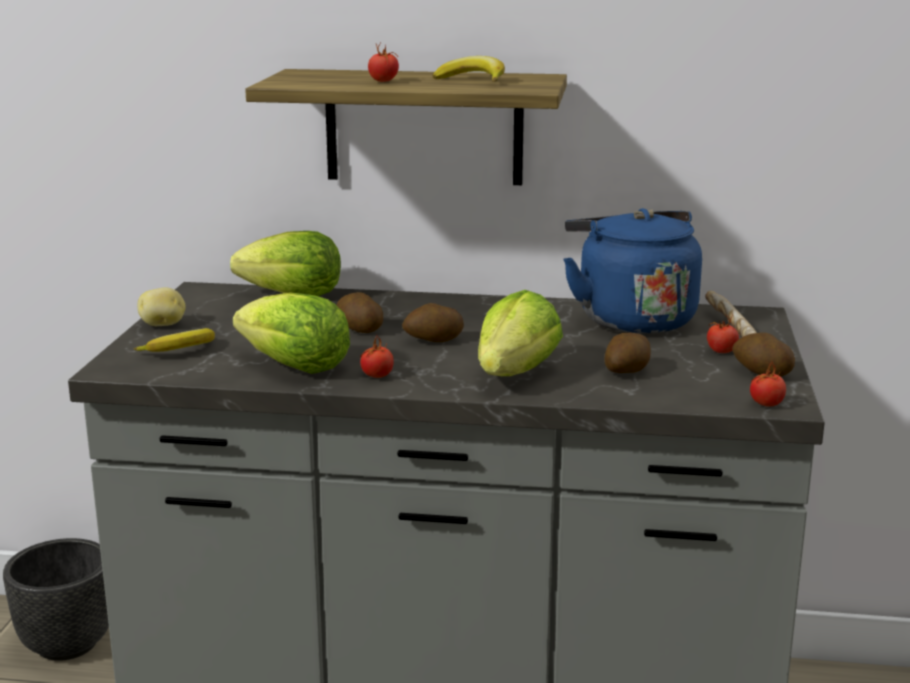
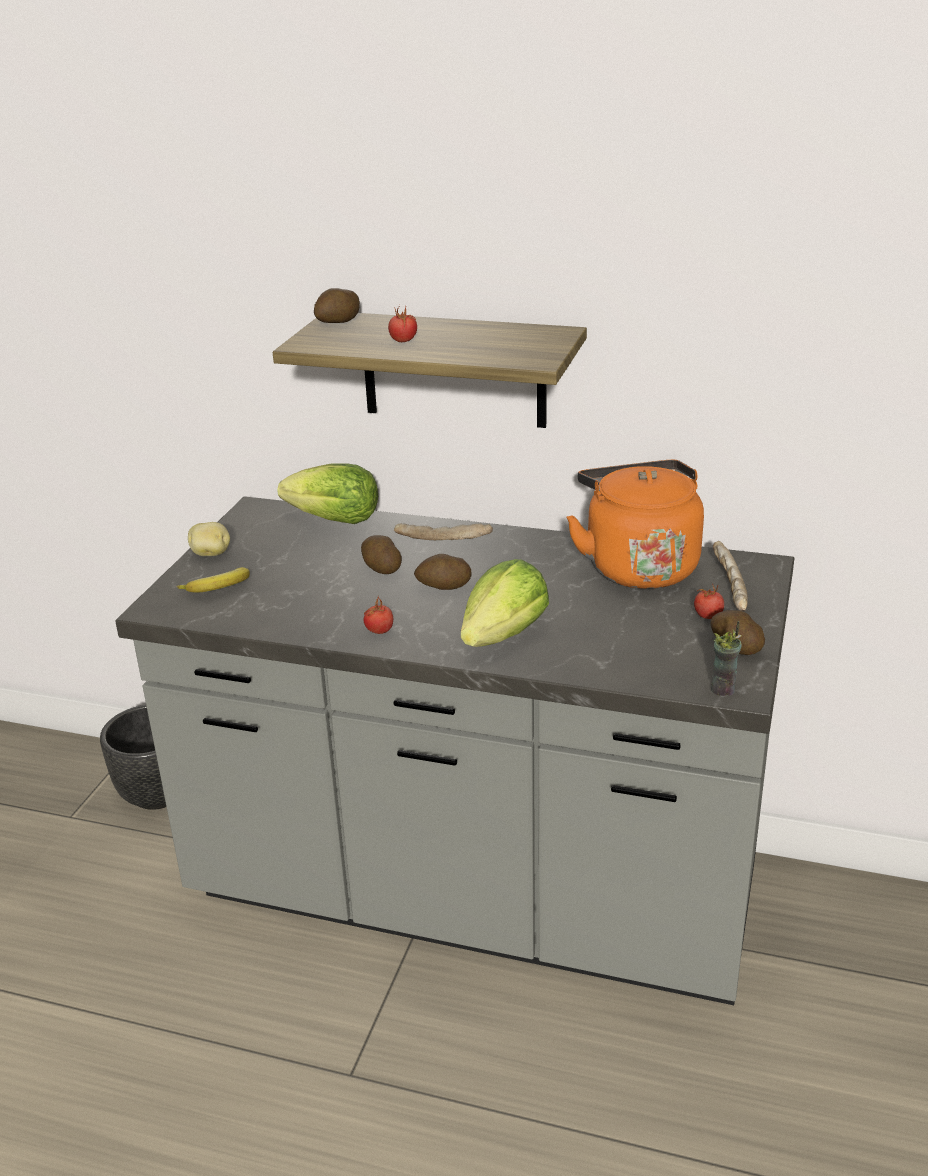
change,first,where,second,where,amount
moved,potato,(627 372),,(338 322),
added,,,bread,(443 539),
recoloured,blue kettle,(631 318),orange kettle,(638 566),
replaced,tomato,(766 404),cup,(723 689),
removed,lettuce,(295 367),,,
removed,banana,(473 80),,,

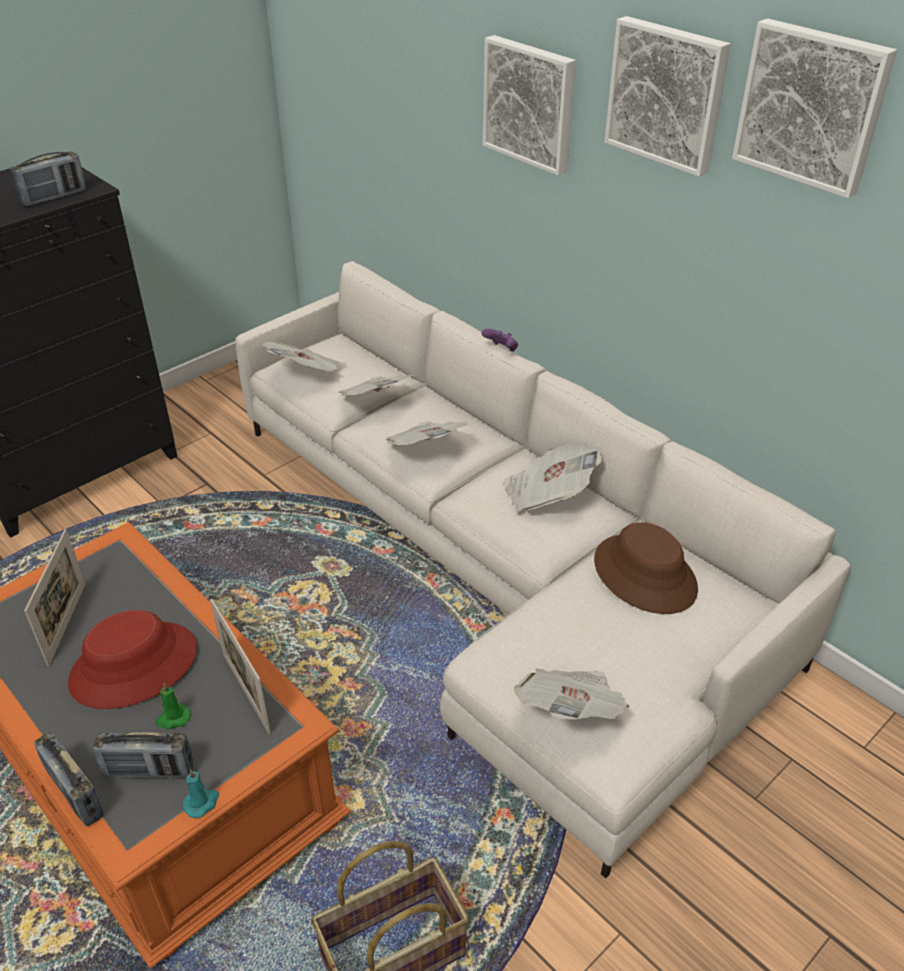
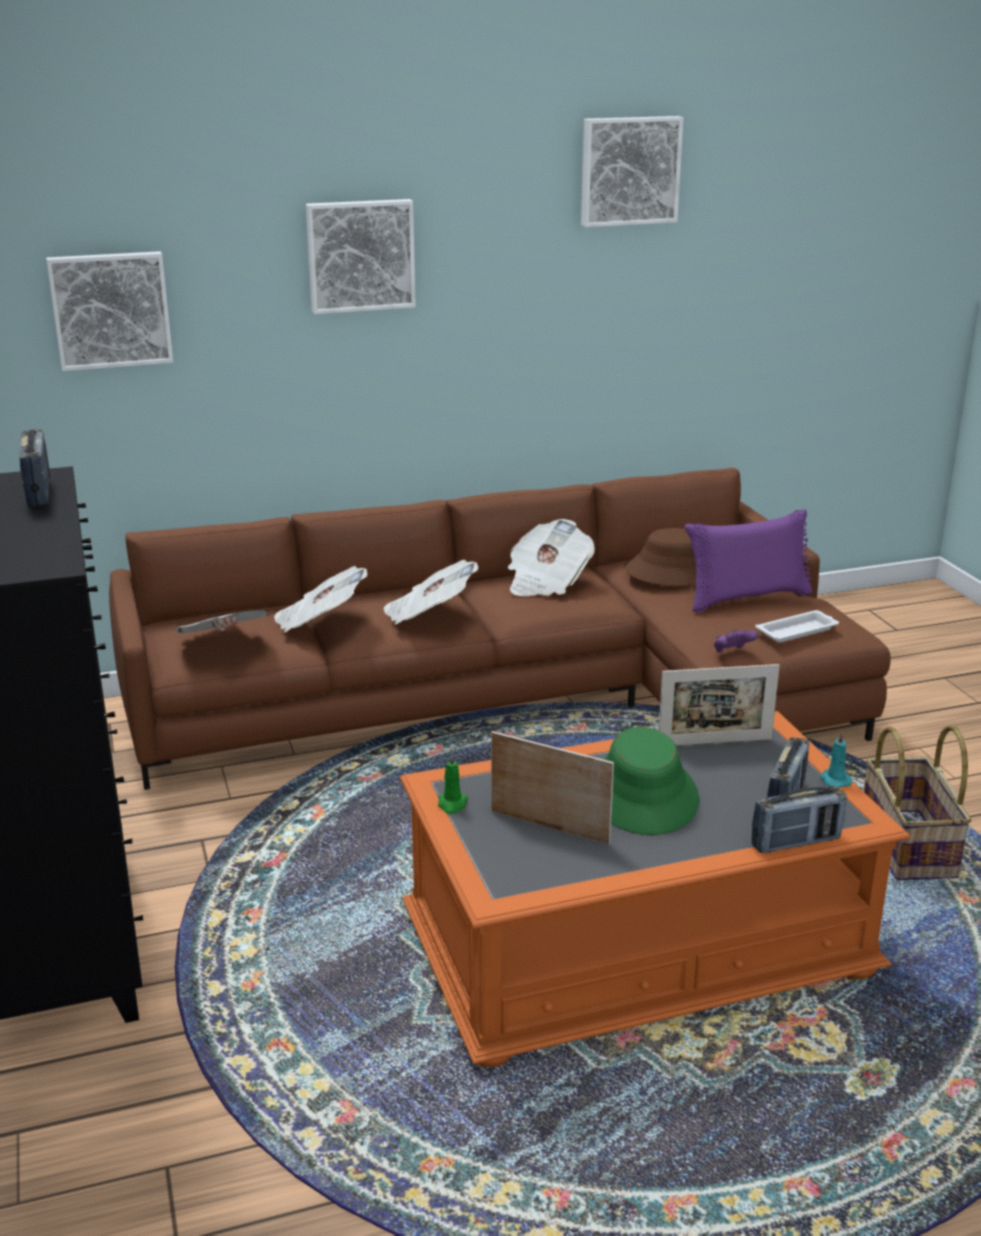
change,first,where,second,where,amount
moved,picture,(667 94),,(110 309),
recoloured,white sofa,(503 568),brown sofa,(514 697),
moved,green candle,(173 718),,(452 804),
recoloured,red hat,(134 666),green hat,(642 794),
added,,,purple pillow,(746 598),
moved,purple game controller,(501 350),,(732 652),
replaced,newspaper,(571 711),white tray,(798 631),

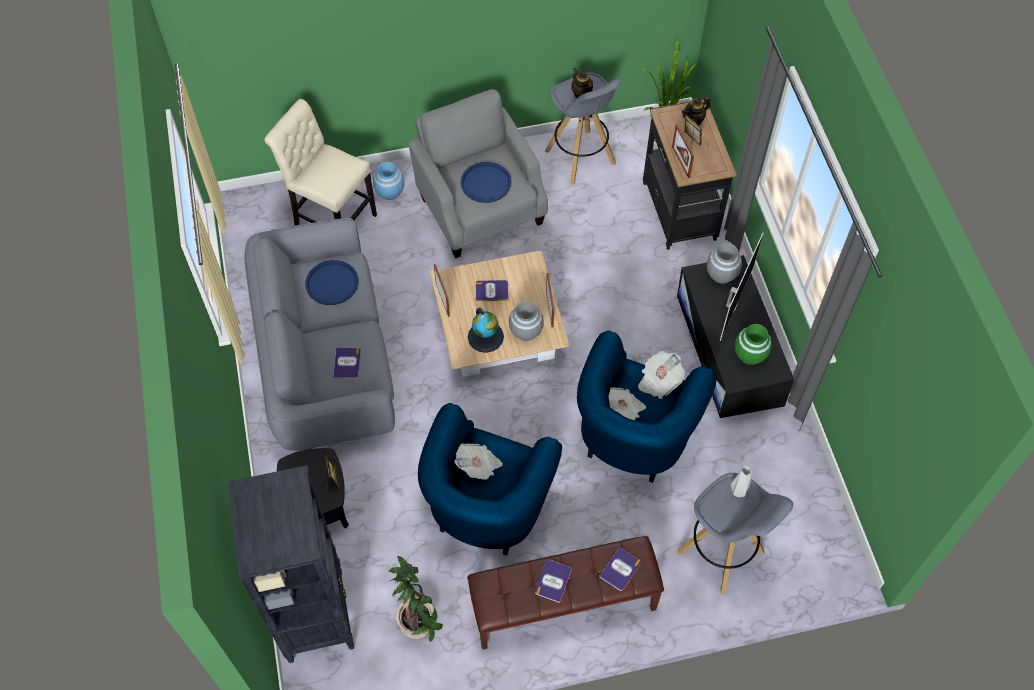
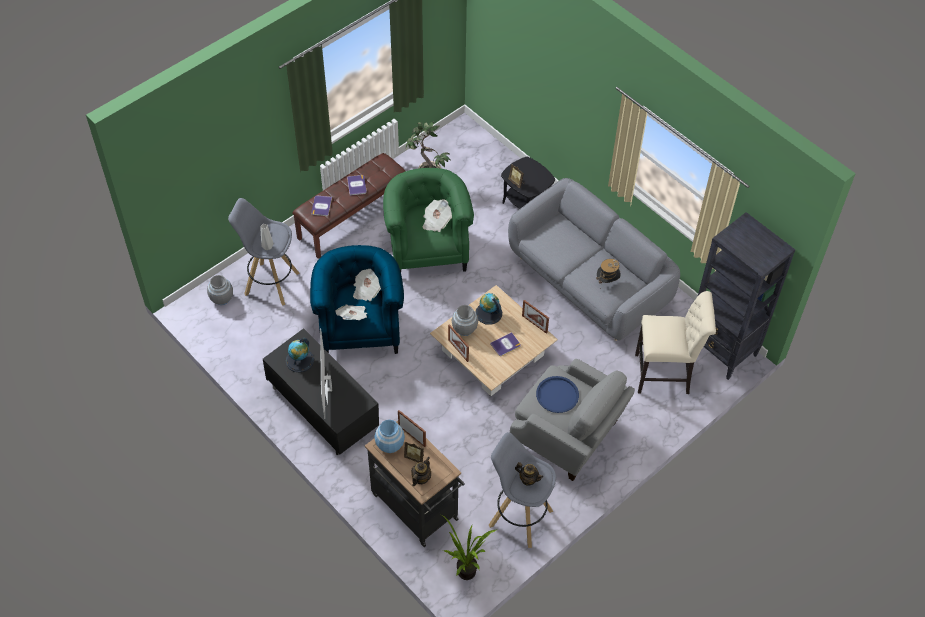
change,first,where,second,where,amount
moved,grey vase,(721 274),,(222 298),
replaced,green vase,(749 354),globe,(300 360),
moved,blue vase,(389 192),,(390 444),
recoloured,blue armchair,(488 506),green armchair,(427 247),
replaced,blue tray,(332 283),hat,(607 281),
moved,black bookcase,(316 615),,(721 350),
removed,book,(347 363),,,

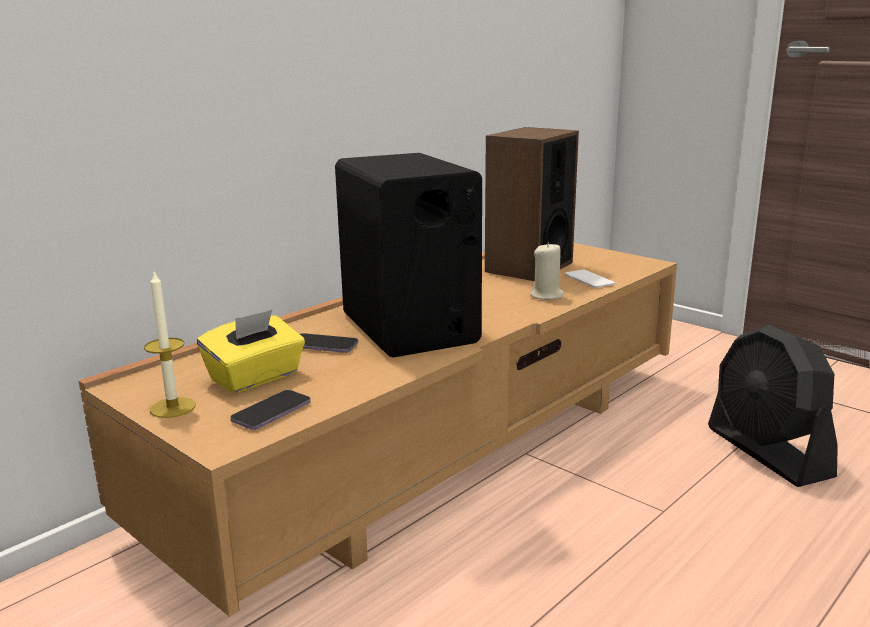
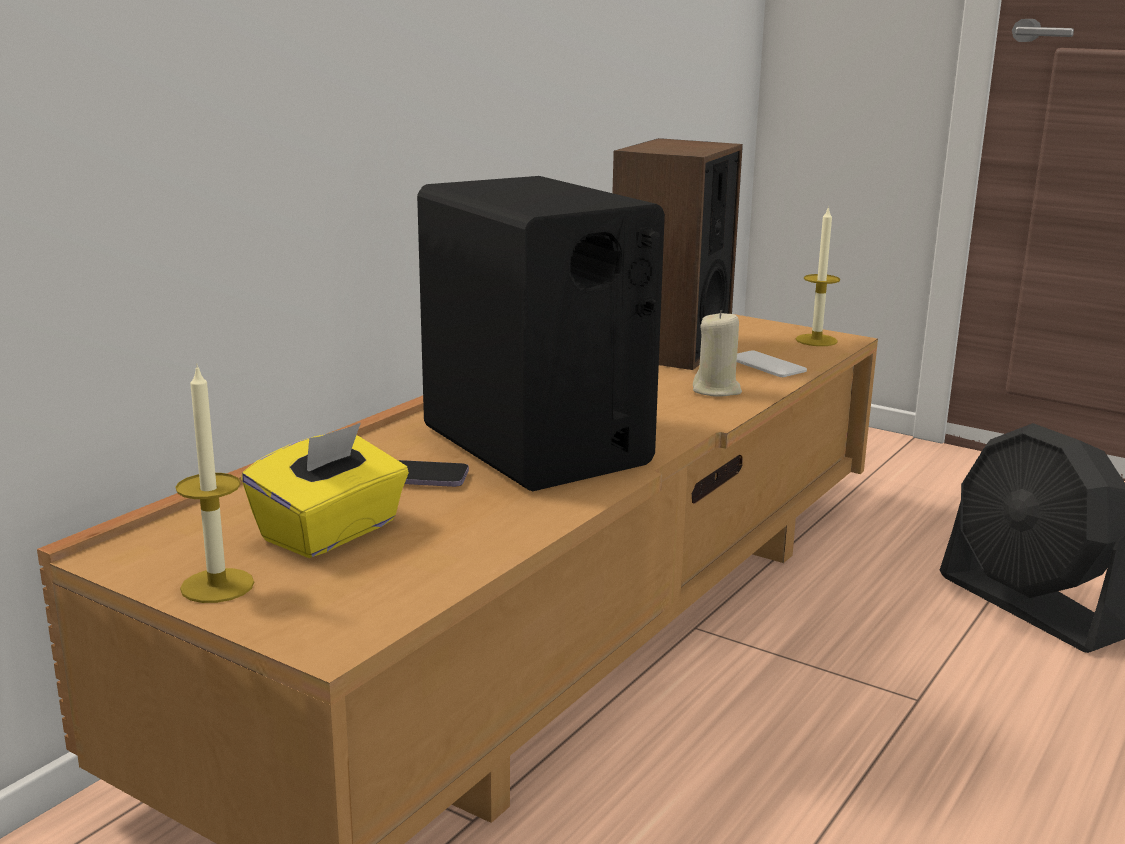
change,first,where,second,where,amount
added,,,candle,(816 340),
removed,phone,(271 412),,,

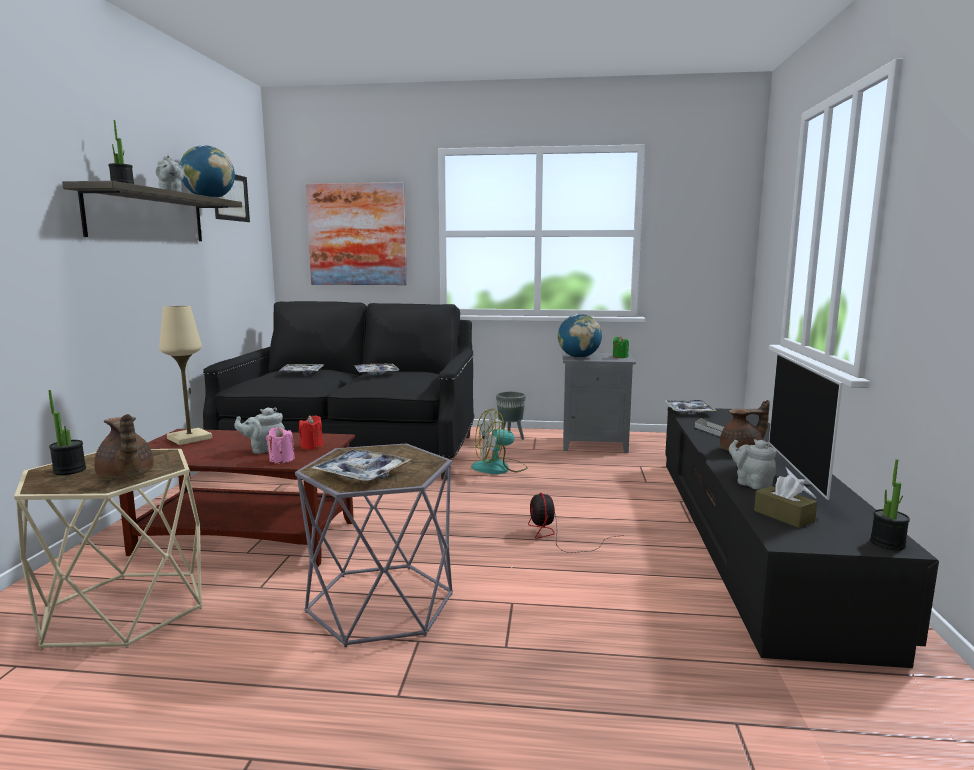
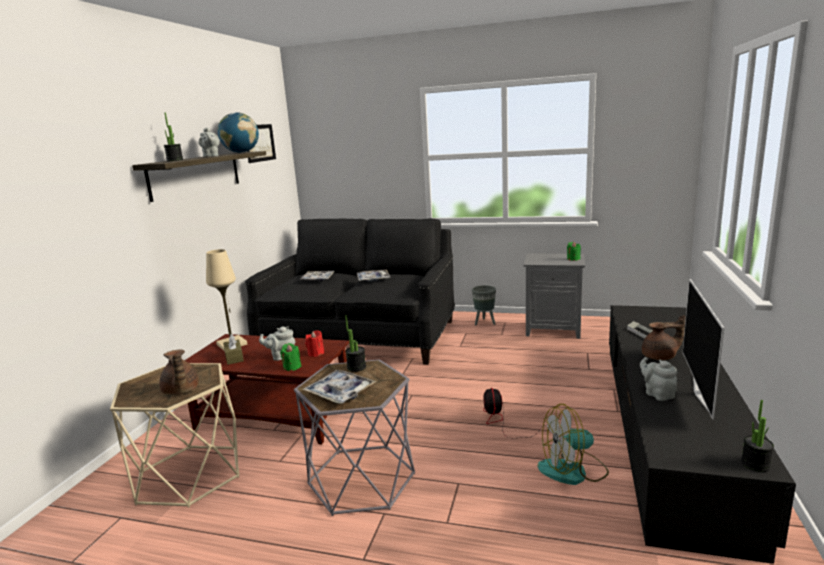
change,first,where,second,where,amount
moved,brown tissue box,(783 516),,(234 357),
recoloured,pink candle,(281 460),green candle,(292 367),
moved,potted plant,(69 470),,(356 367),
moved,fan,(499 468),,(573 470),
removed,picture,(357 234),,,
removed,globe,(579 357),,,
removed,tray,(689 411),,,

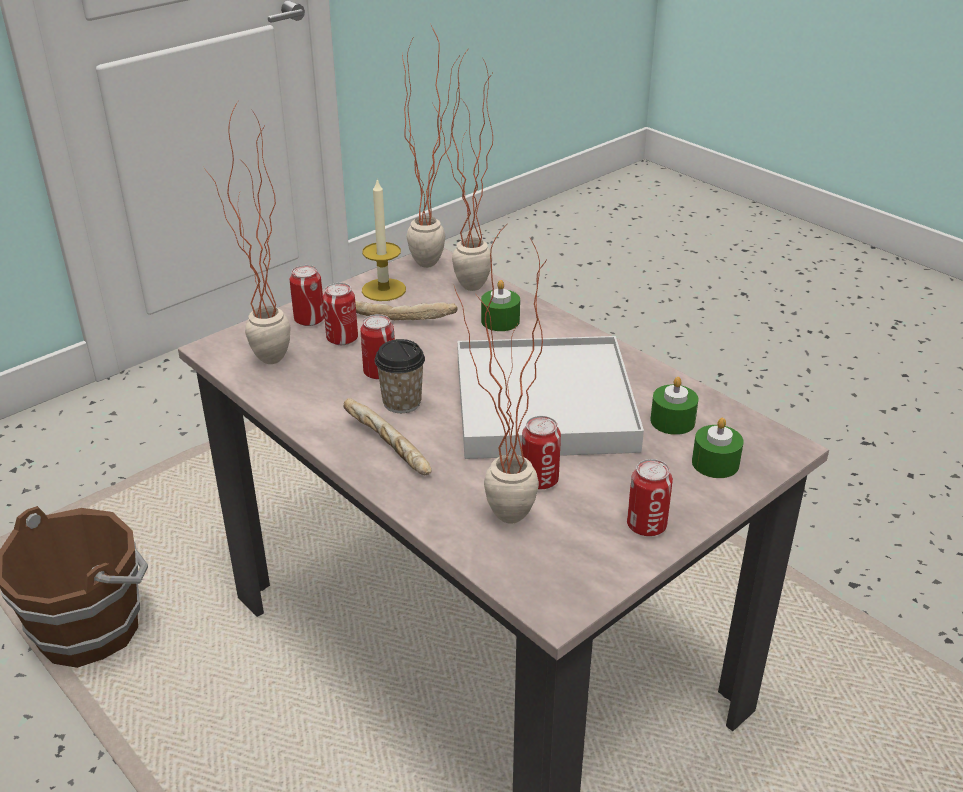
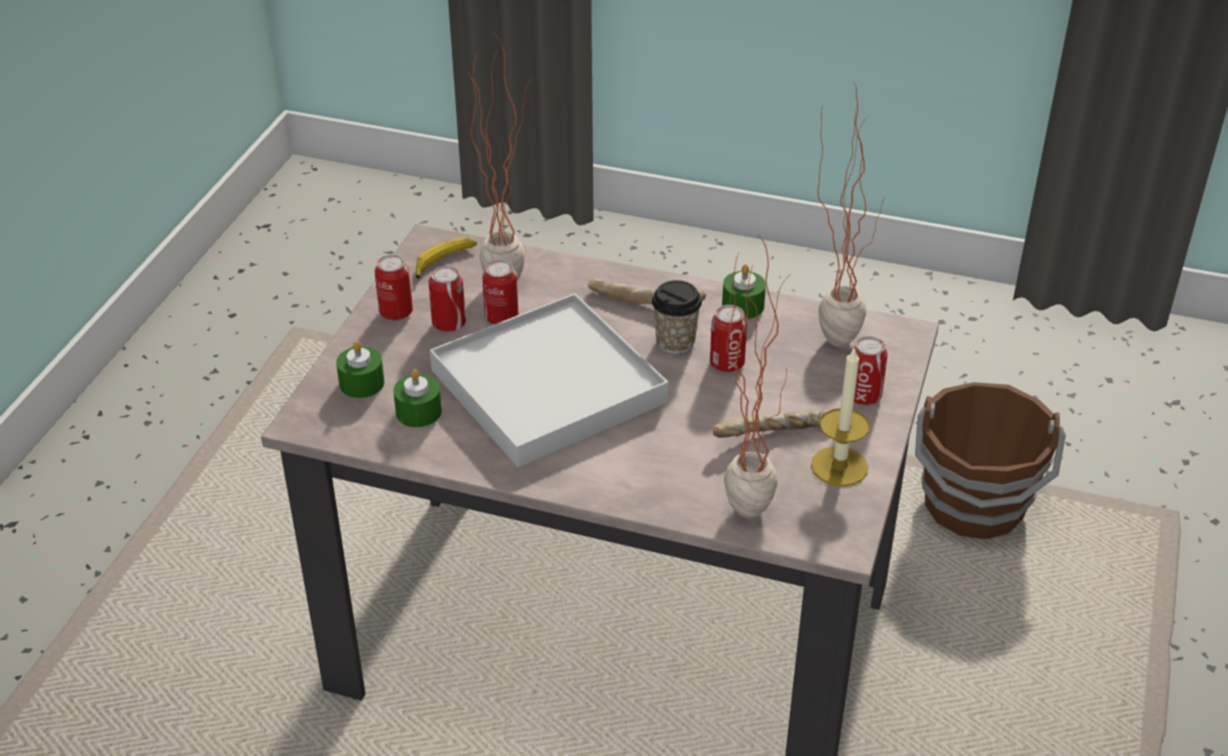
change,first,where,second,where,amount
added,,,banana,(444 262),
moved,can,(342 339),,(449 324),
moved,green candle,(500 321),,(743 306),
removed,potted plant,(439 263),,,

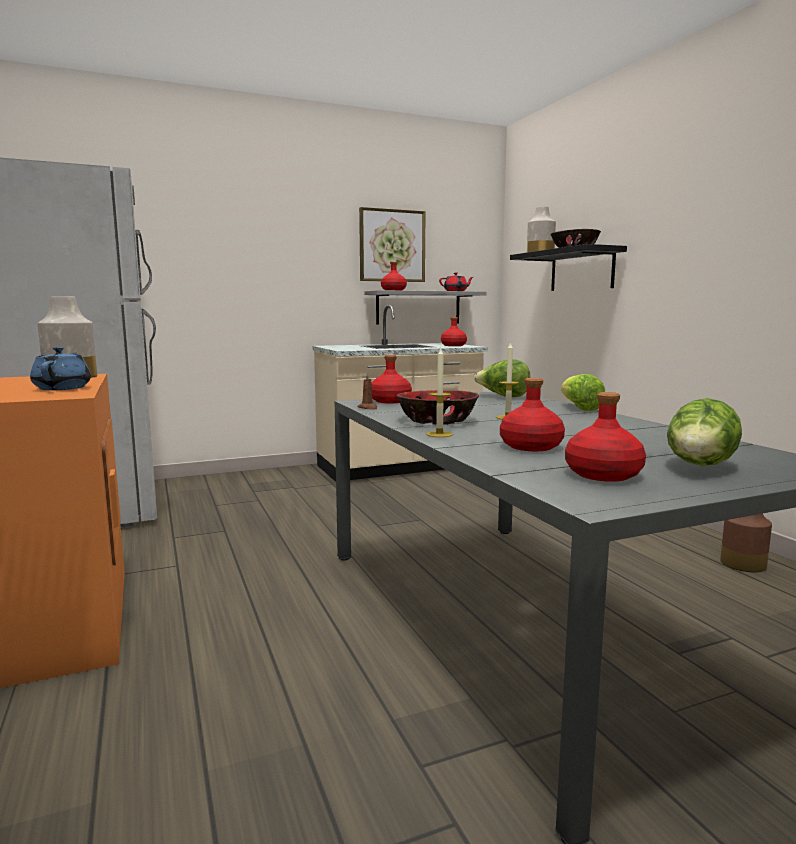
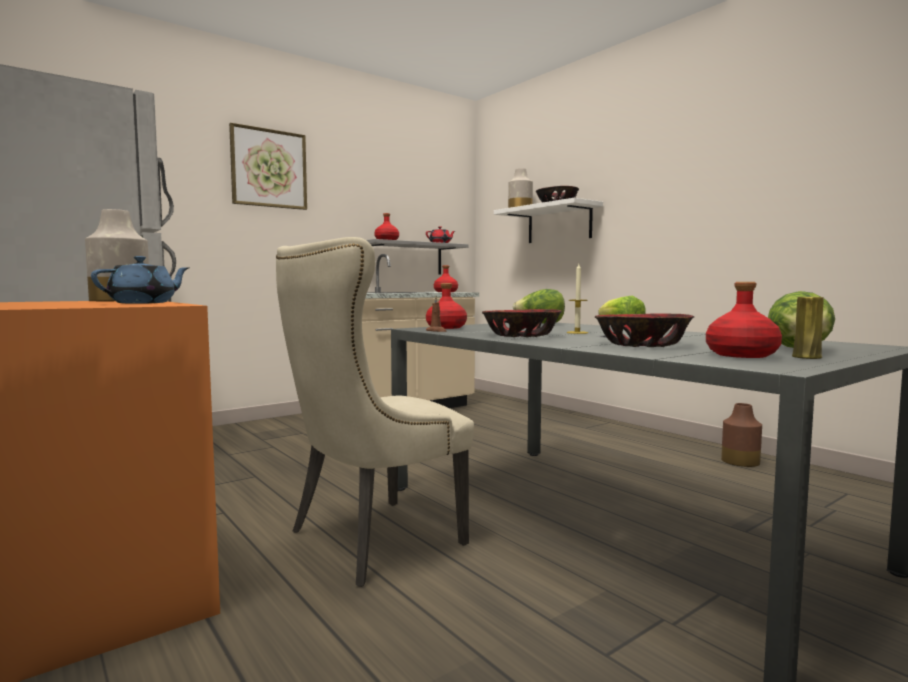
change,first,where,second,where,amount
turned,blue teapot,(63 388),,(144 303),60 degrees clockwise
moved,picture,(392 246),,(269 168),
added,,,beige chair,(373 540),
recoloured,black shelf,(581 270),white shelf,(559 224),
replaced,red bottle,(530 446),bowl,(641 345),
added,,,yellow vase,(806 357),
removed,candle,(439 434),,,

